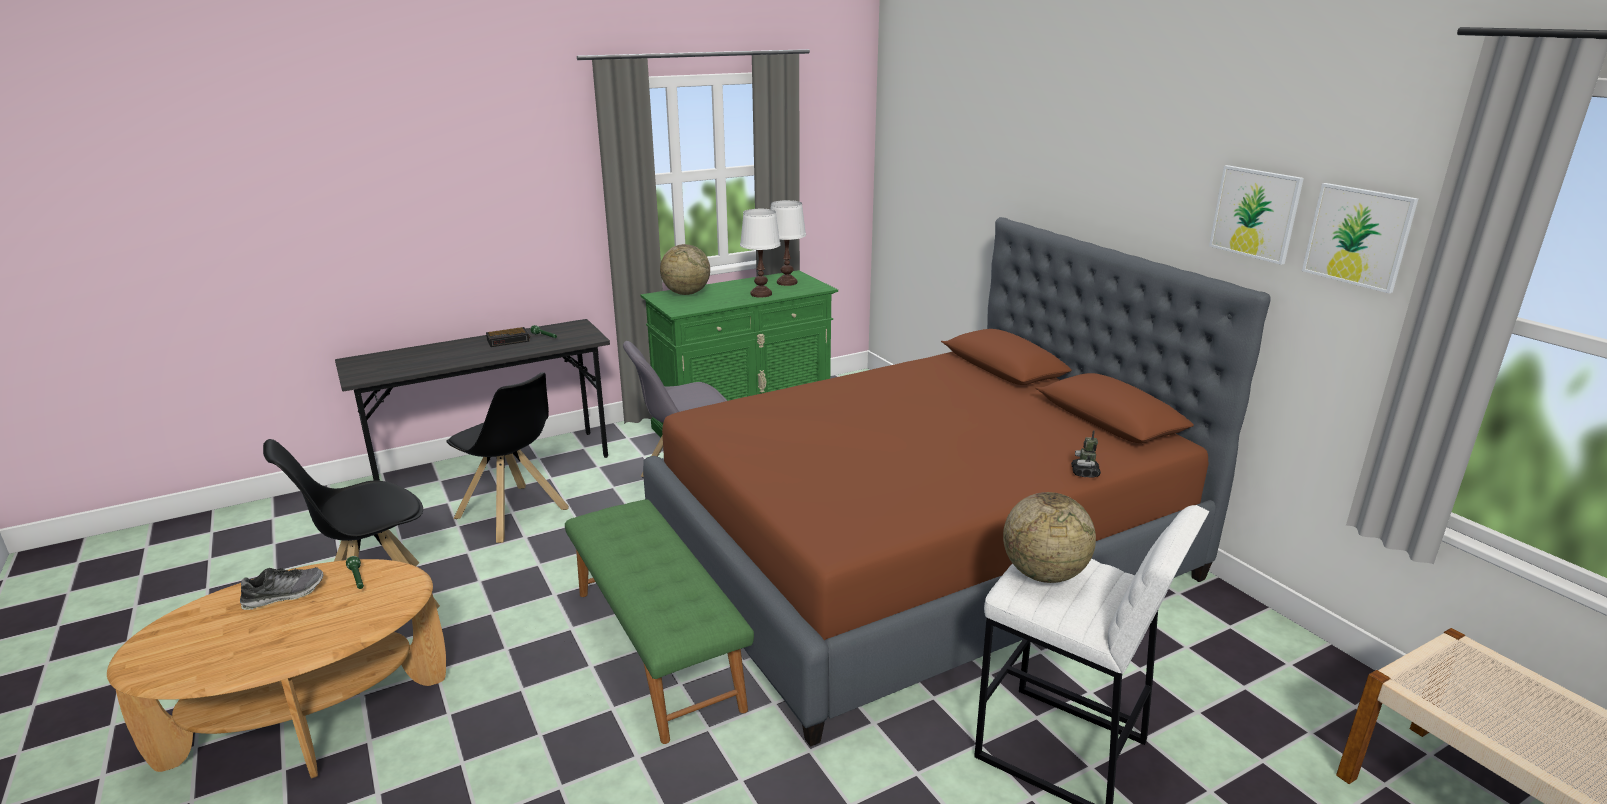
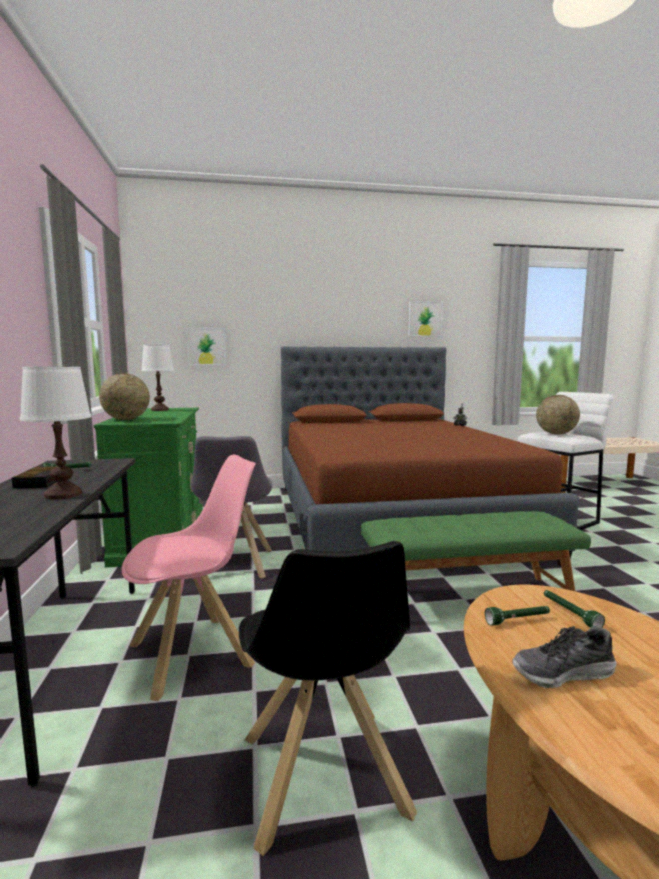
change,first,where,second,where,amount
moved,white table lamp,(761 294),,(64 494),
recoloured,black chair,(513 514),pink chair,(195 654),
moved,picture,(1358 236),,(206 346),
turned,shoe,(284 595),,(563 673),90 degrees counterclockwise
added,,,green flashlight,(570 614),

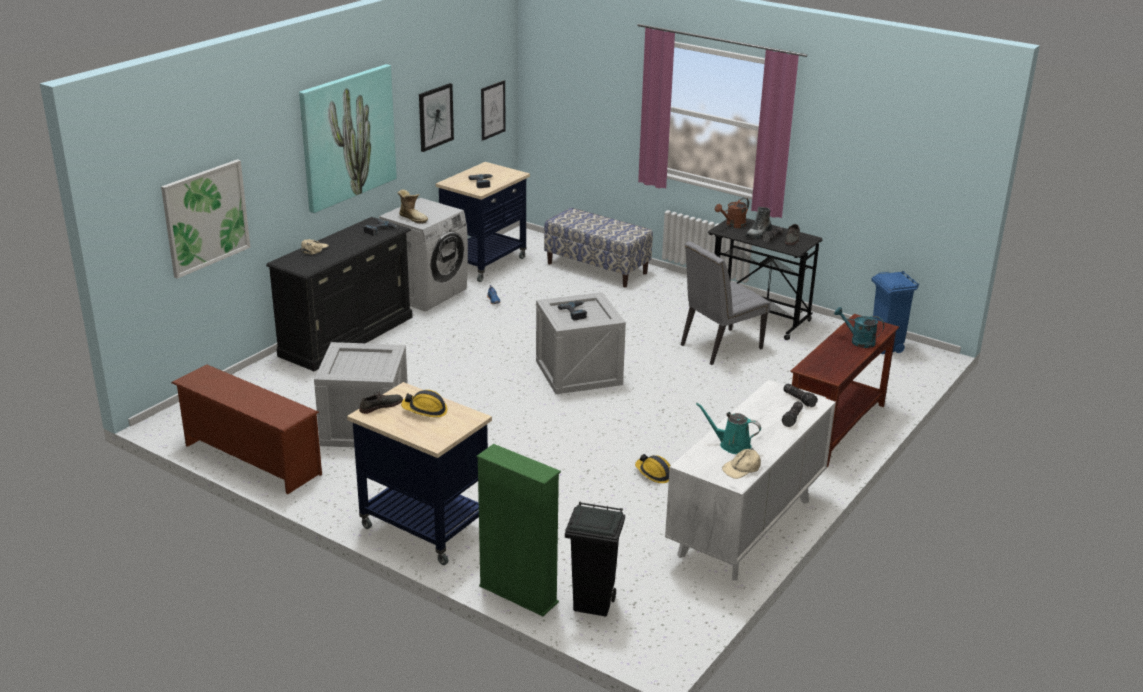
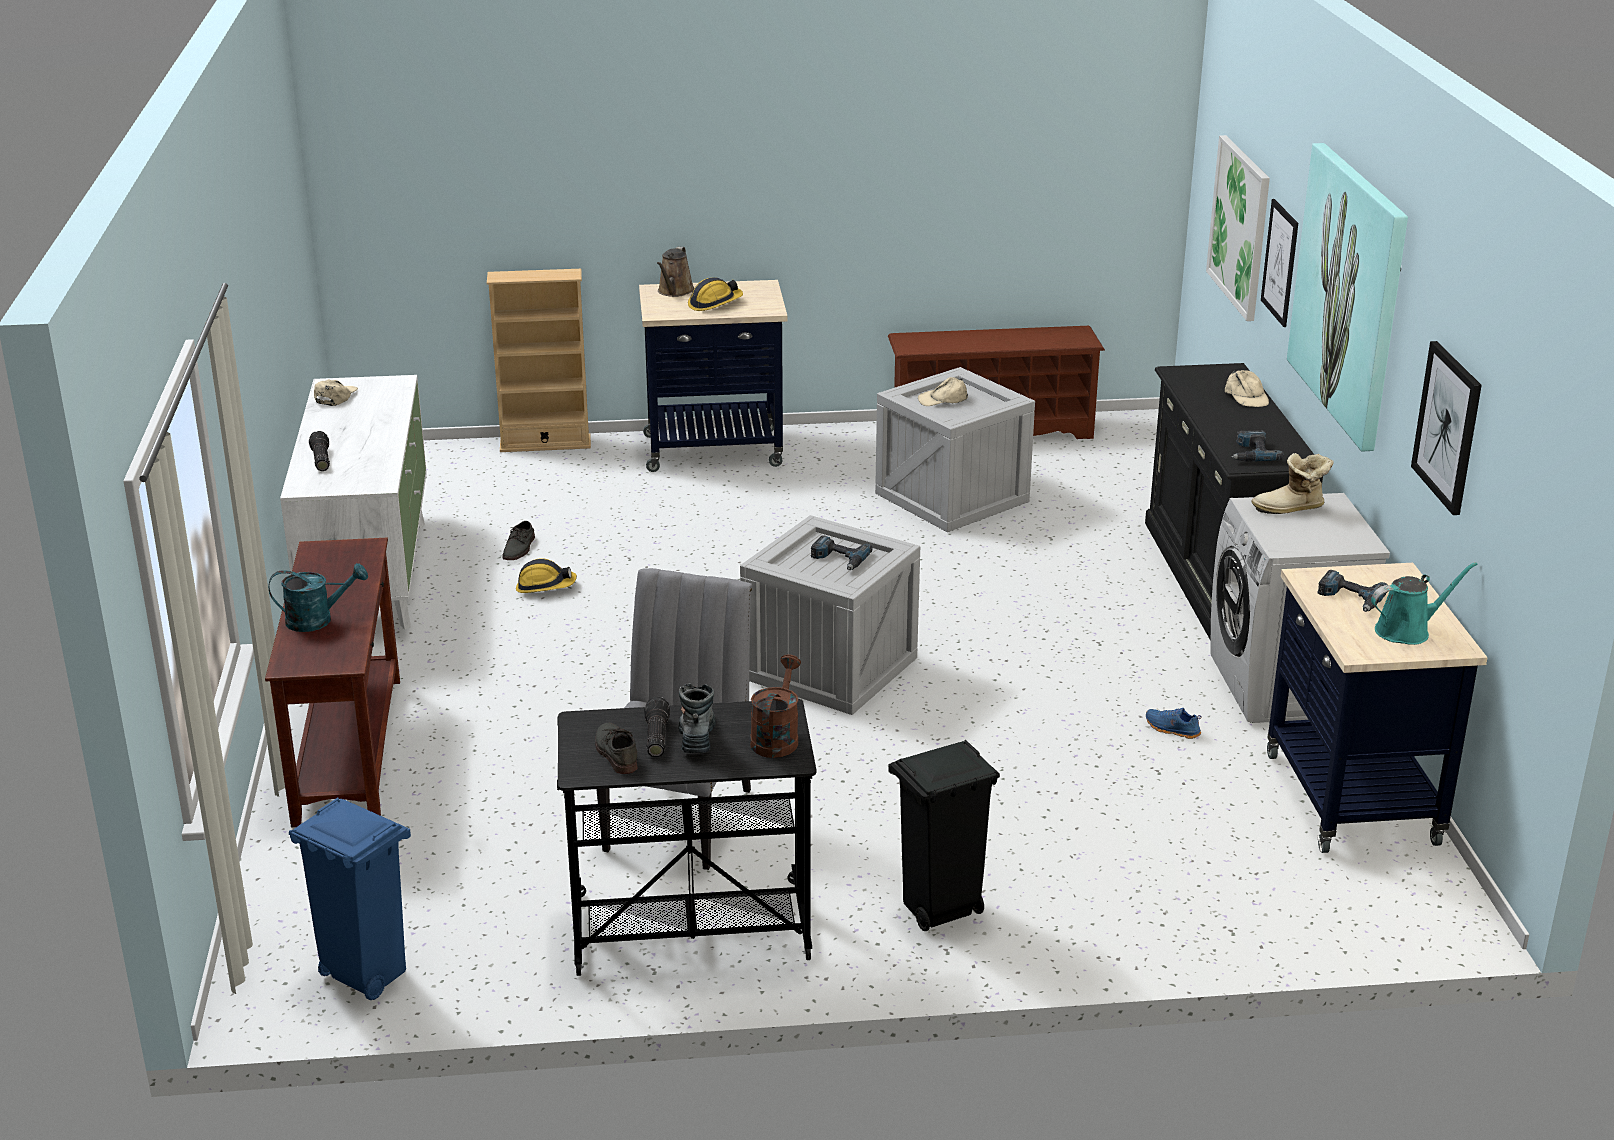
change,first,where,second,where,amount
recoloured,green bookcase,(518 594),beige bookcase,(545 444),
moved,grey shoe,(381 406),,(519 548),
added,,,brown watering can,(674 291),
moved,black trash can,(594 604),,(939 911),
added,,,beige cap,(943 399),
moved,picture,(492 110),,(1280 262),
moved,turquoise watering can,(731 445),,(1407 631),
removed,bench,(597 268),,,
removed,flashlight,(800 399),,,

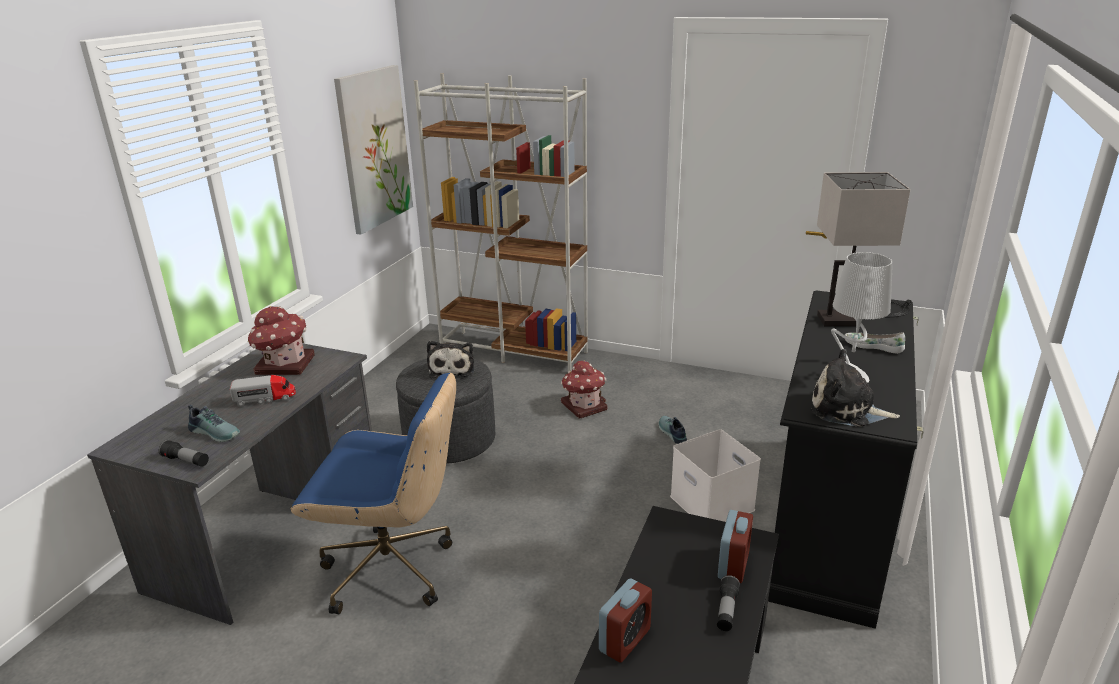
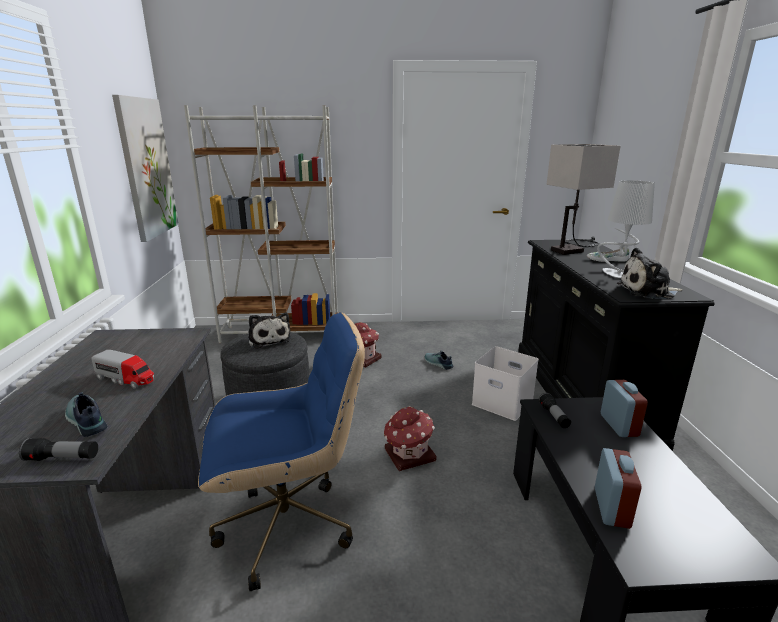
change,first,where,second,where,amount
turned,shoe,(216 432),,(85 420),135 degrees counterclockwise
turned,toy truck,(265 399),,(126 379),60 degrees clockwise
moved,toy house,(284 365),,(408 455),
moved,flashlight,(726 610),,(554 416),

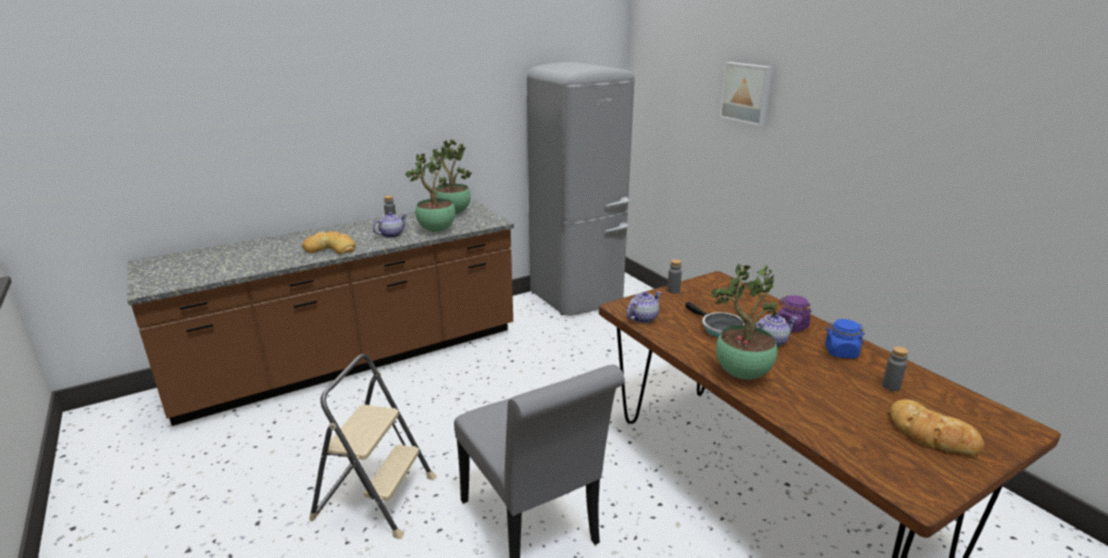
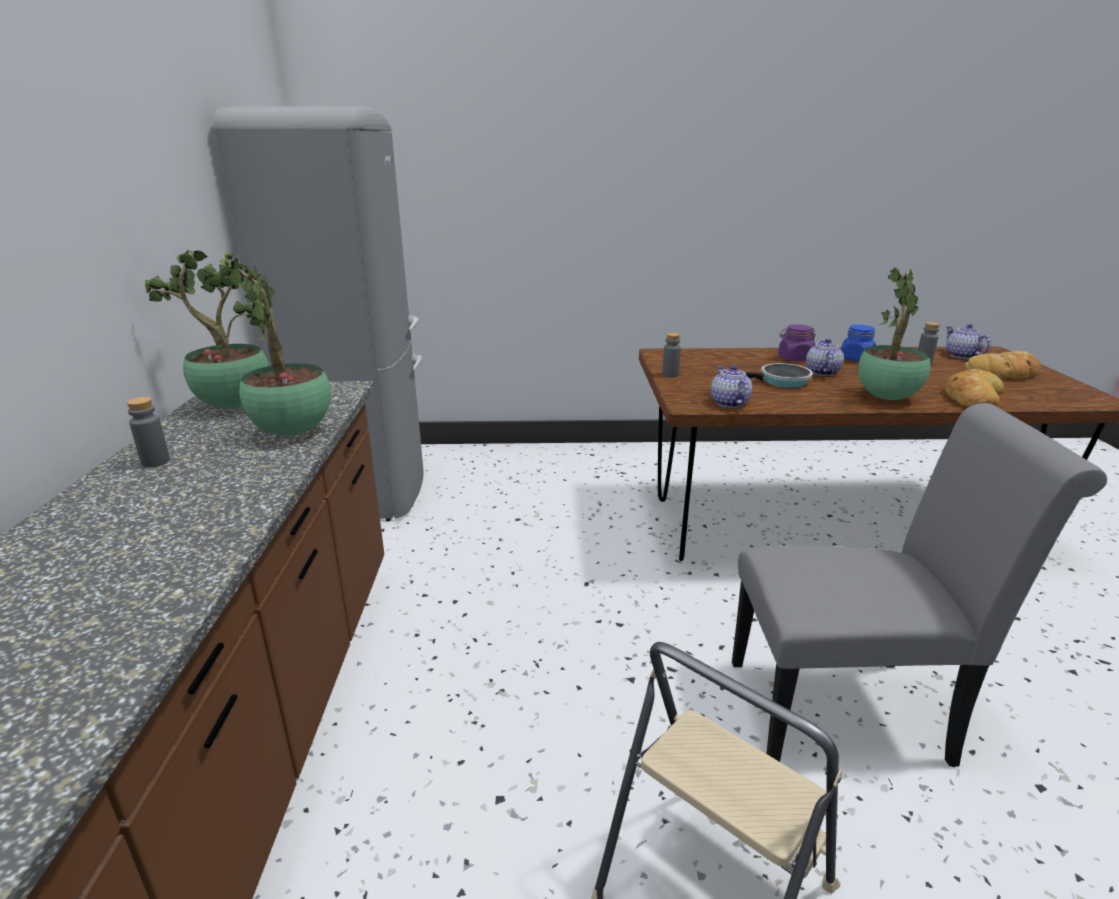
change,first,where,second,where,amount
moved,bread,(330 248),,(971 397),
moved,teapot,(391 234),,(961 355),
removed,picture,(747 93),,,

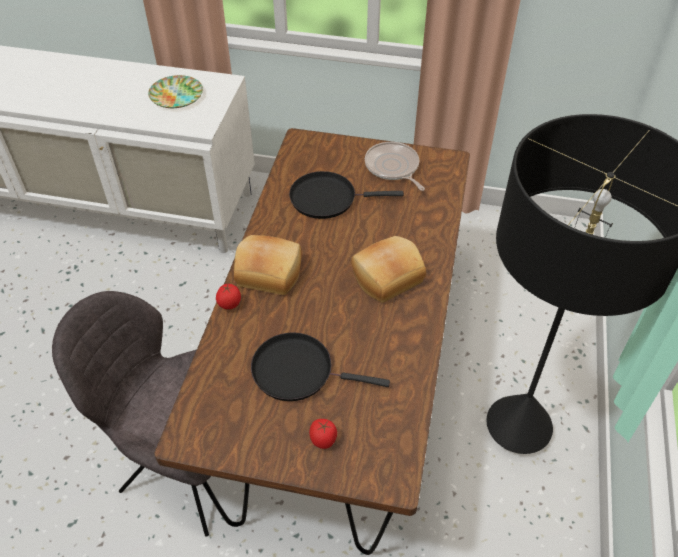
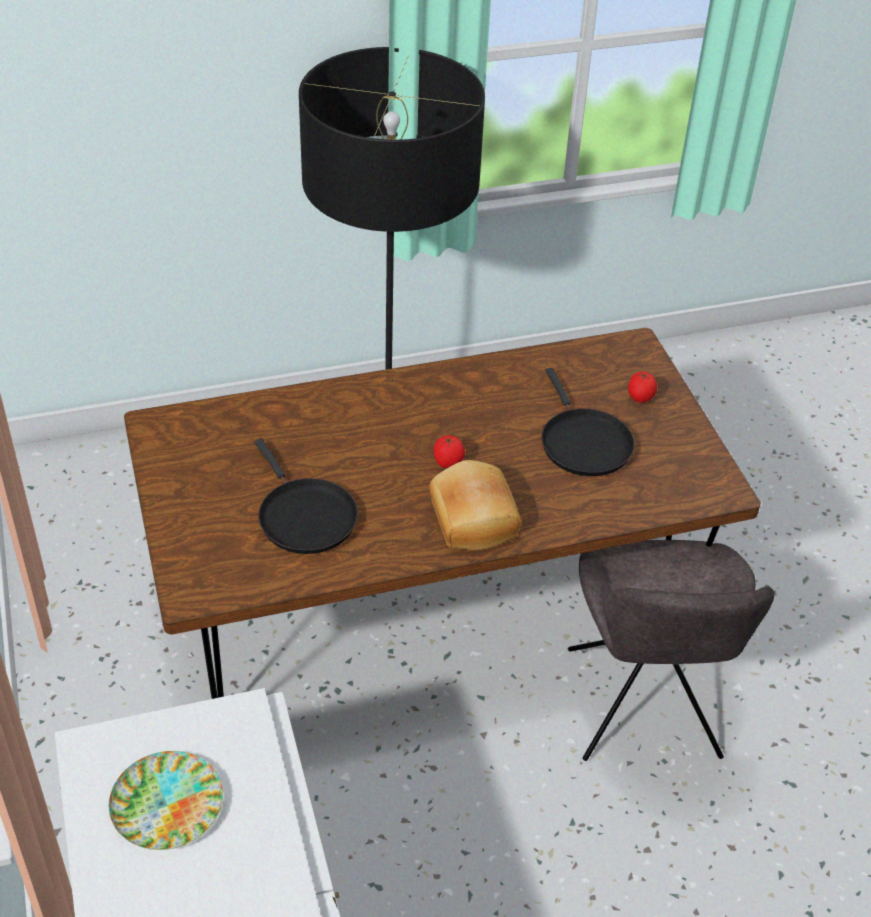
change,first,where,second,where,amount
moved,tomato,(229 304),,(448 463),
removed,bread,(386 276),,,
removed,frying pan,(393 167),,,

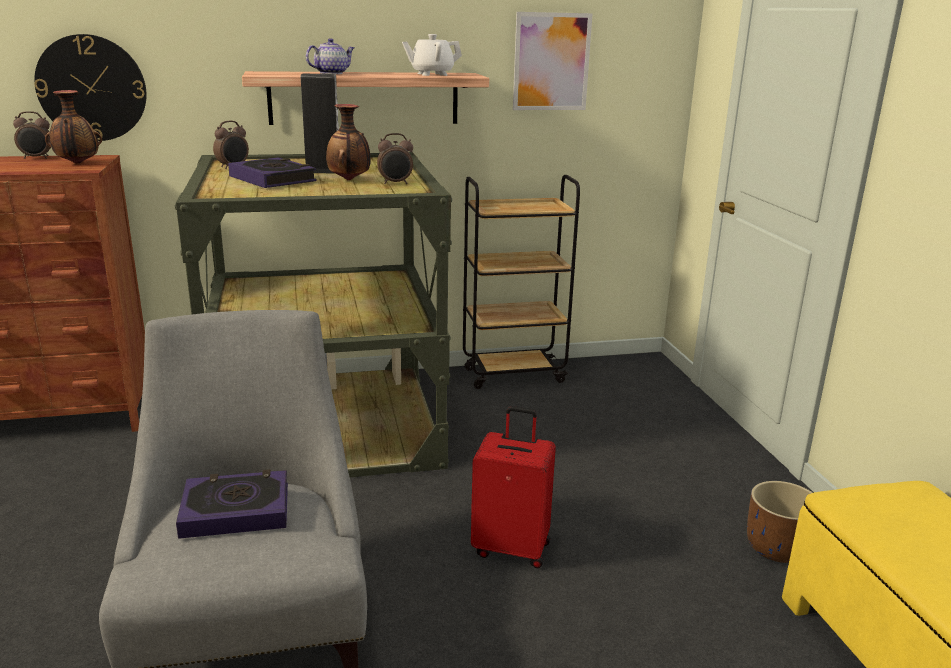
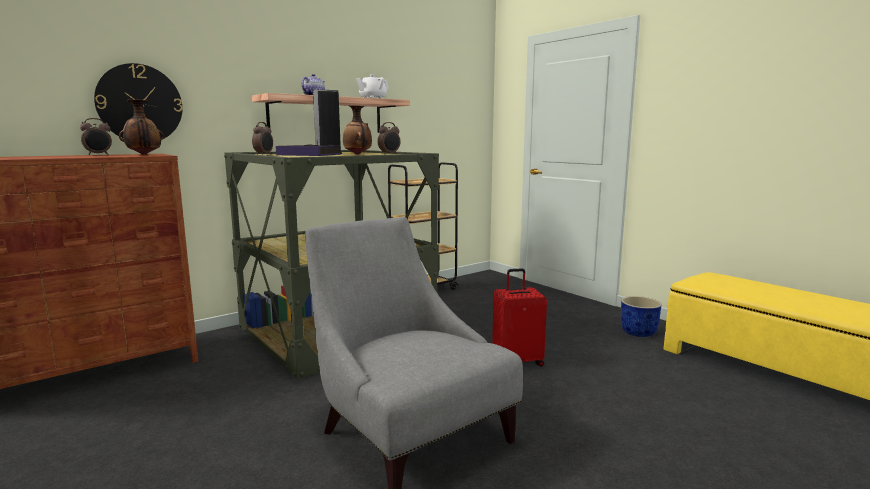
change,first,where,second,where,amount
recoloured,brown planter,(777 549),blue planter,(638 332),
removed,book,(236 510),,,
removed,picture,(551 62),,,

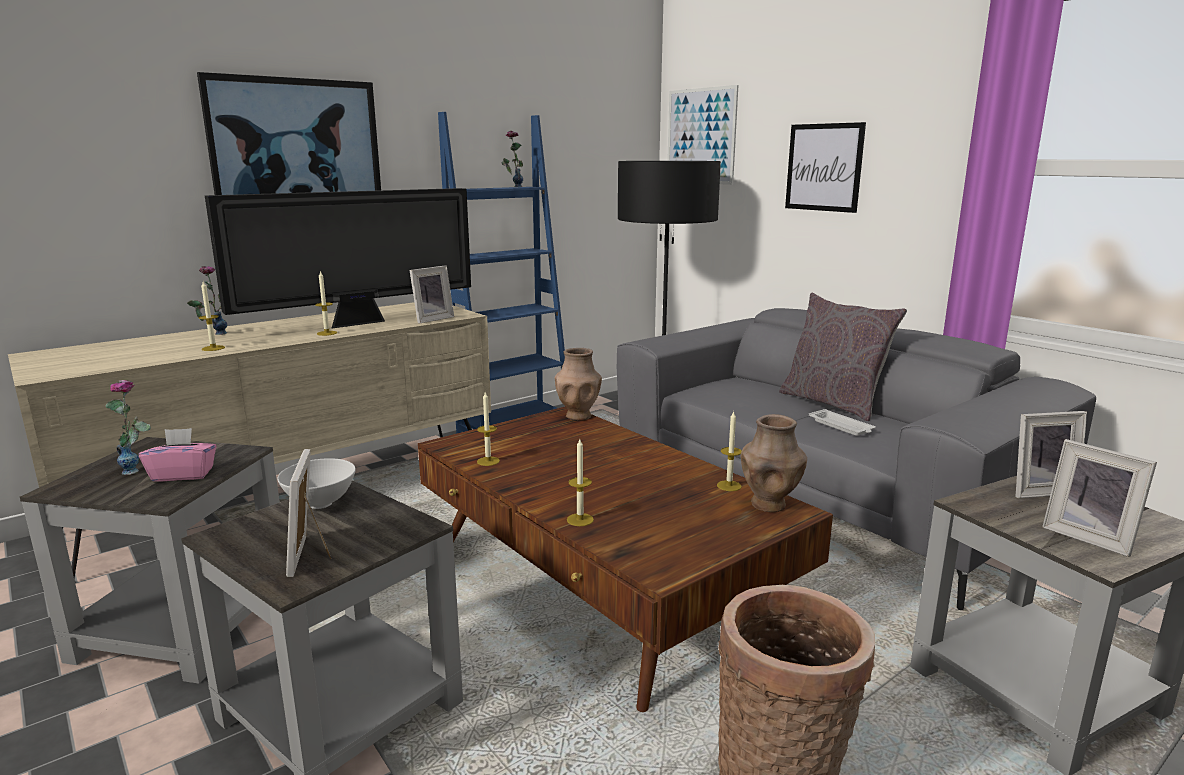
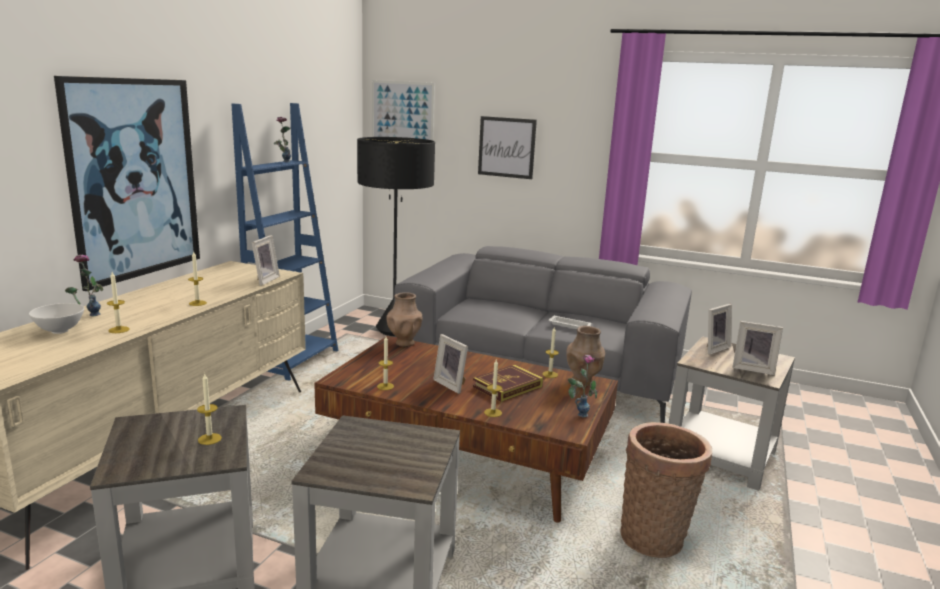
change,first,where,second,where,amount
moved,white bowl,(321 503),,(60 331),
replaced,pink tissue box,(183 474),candle,(209 439),
moved,picture frame,(313 554),,(452 384),
added,,,book,(507 386),
moved,vase,(138 468),,(579 412),
removed,television,(360 323),,,
removed,grey pillow,(833 403),,,

